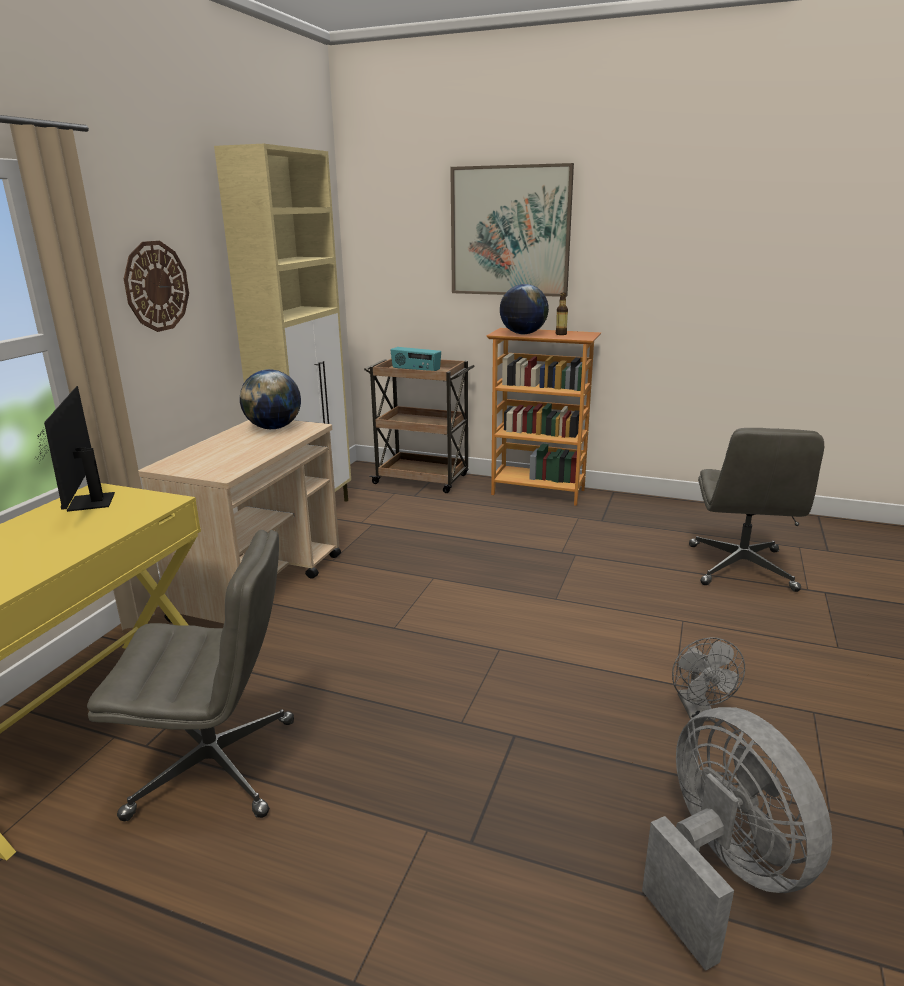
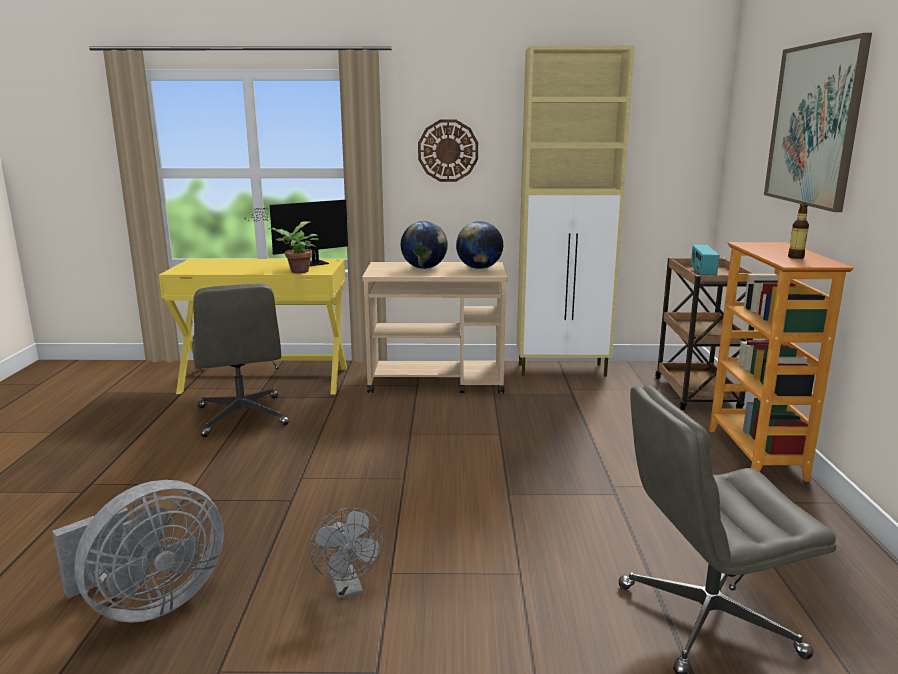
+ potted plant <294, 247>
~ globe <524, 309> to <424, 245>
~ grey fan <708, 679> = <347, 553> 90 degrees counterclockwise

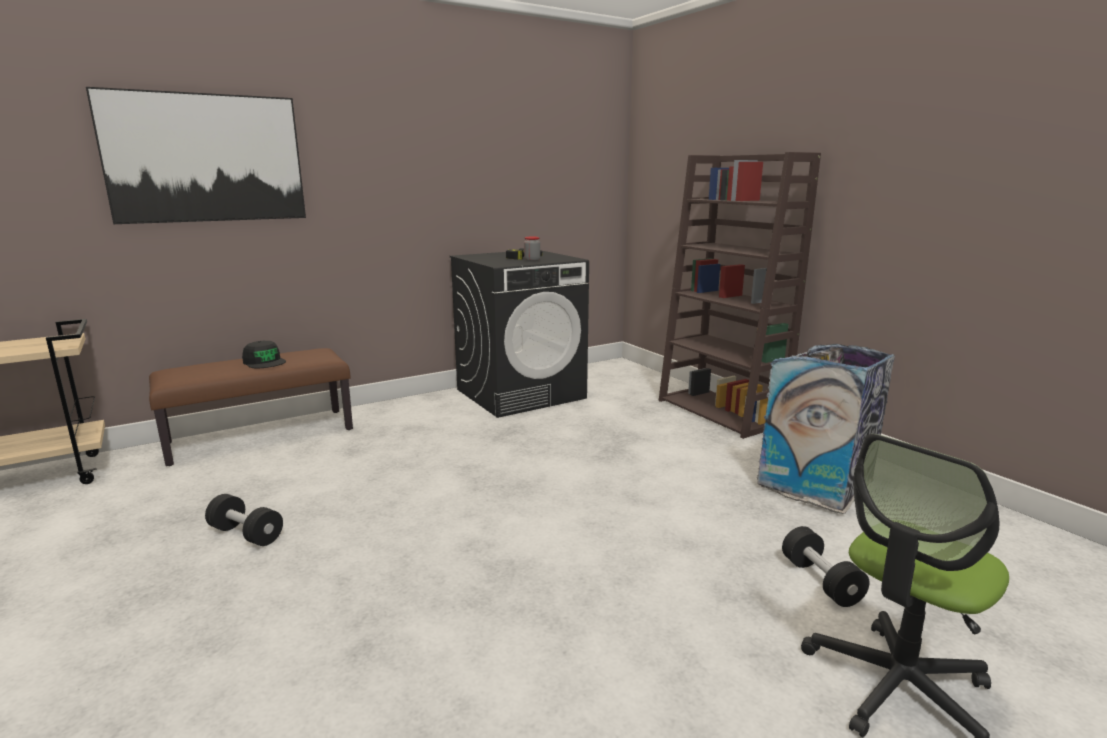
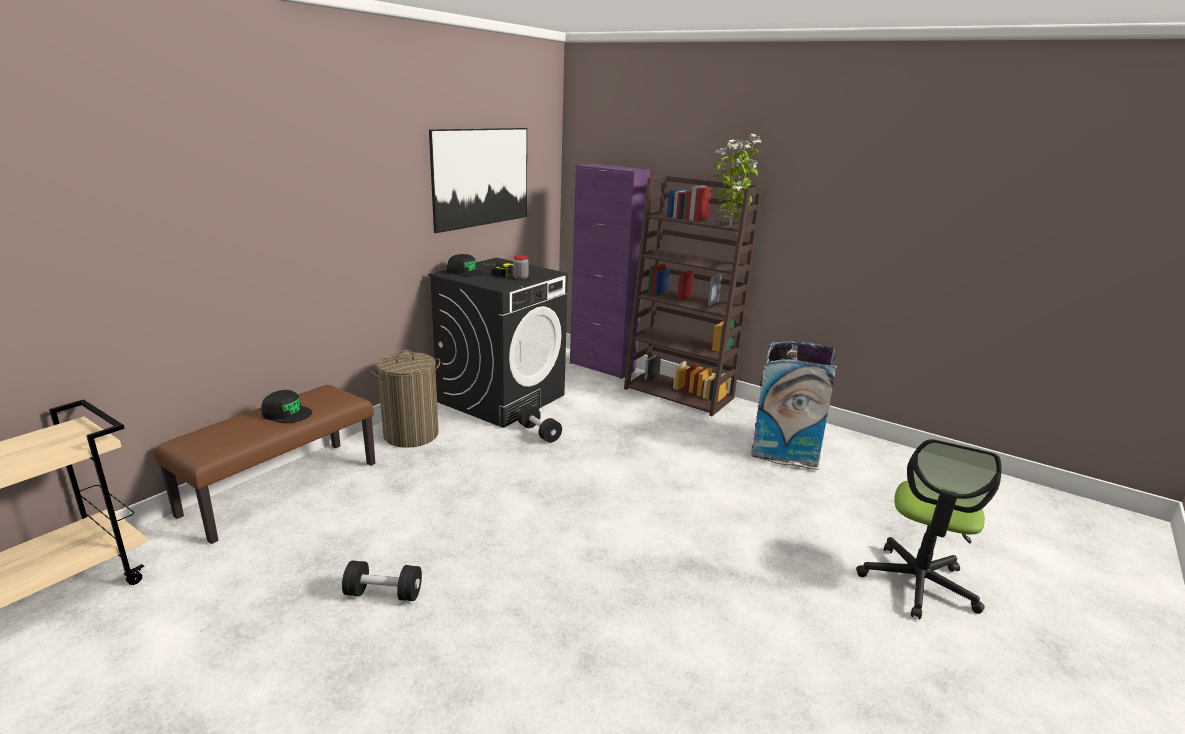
+ laundry basket <405, 399>
+ black cap <465, 265>
+ purple cabinet <610, 271>
+ potted plant <737, 180>
~ picture <196, 155> to <478, 180>
~ black dumbbell <825, 566> to <540, 424>

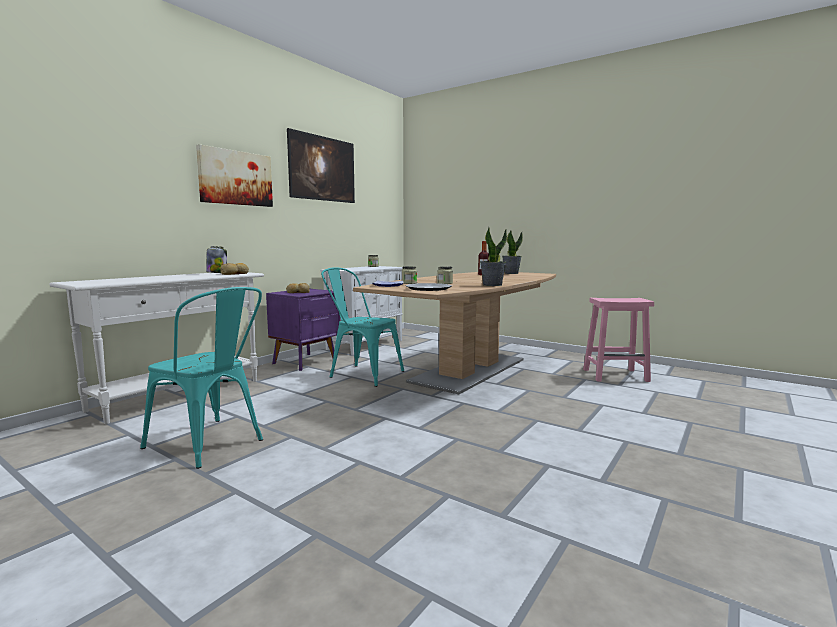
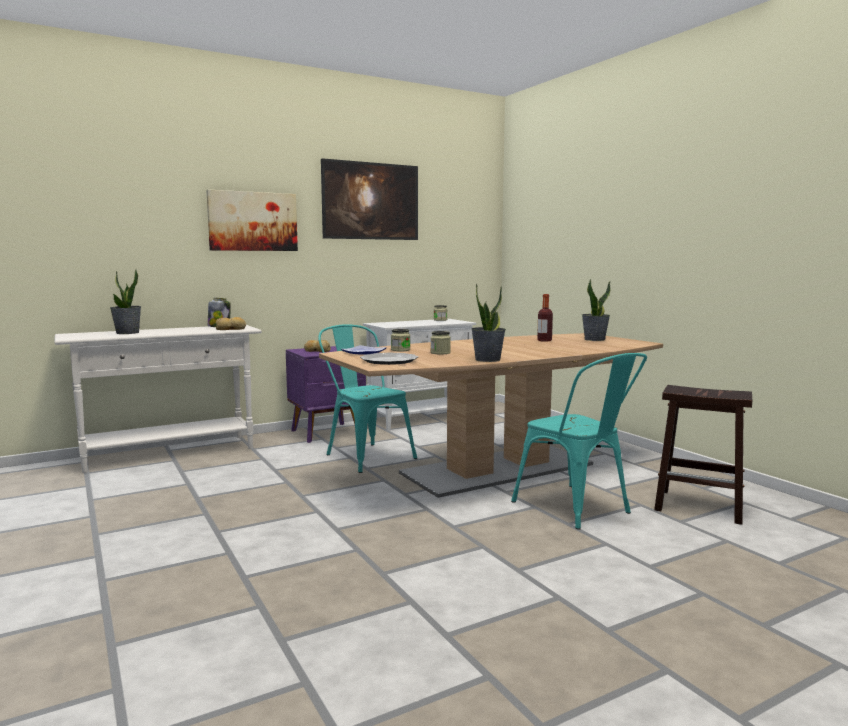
+ potted plant <125, 301>
~ turquoise chair <201, 378> to <579, 441>
~ pink stool <618, 340> to brown stool <703, 455>

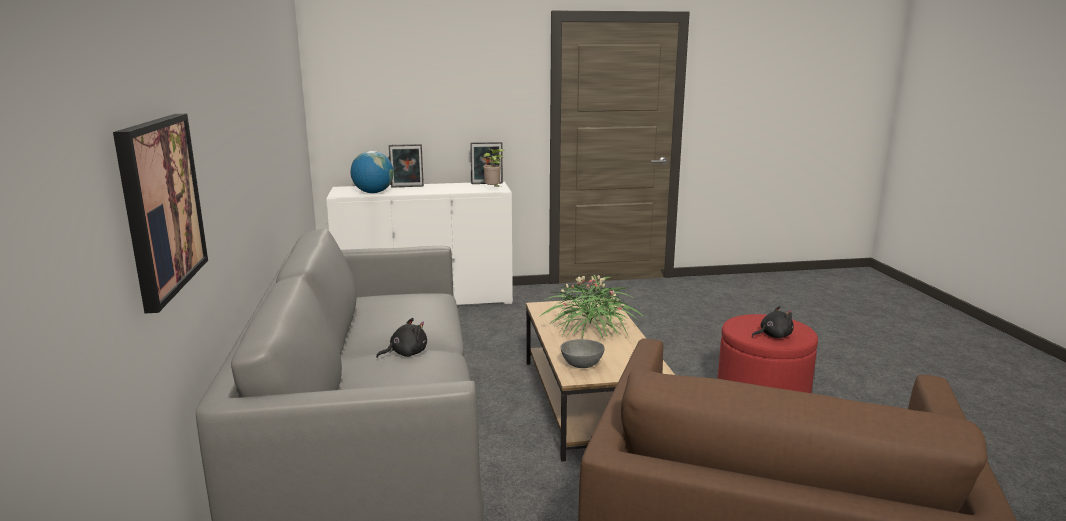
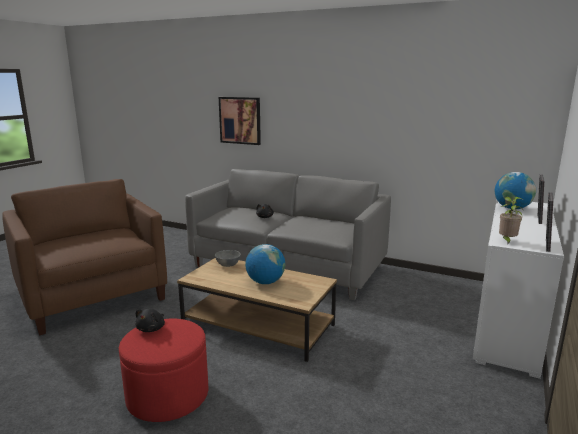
~ potted plant <592, 306> to globe <265, 264>

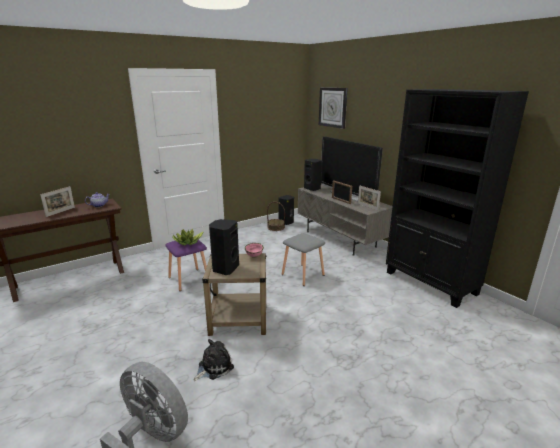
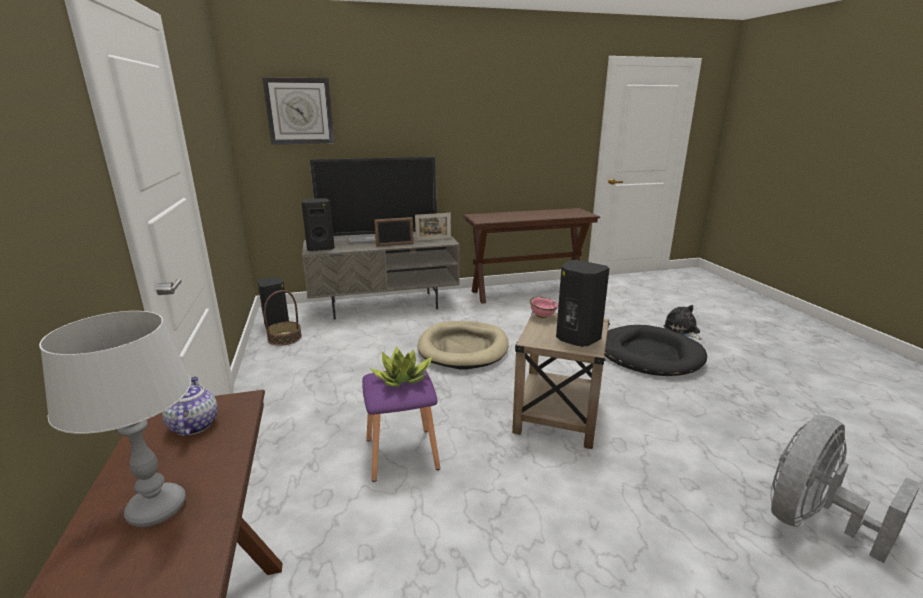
+ black dog bed <656, 350>
~ plush toy <213, 360> to <683, 322>
~ picture frame <57, 201> to grey table lamp <115, 419>
~ grey stool <303, 259> to beige dog bed <463, 345>
~ black bookcase <457, 198> to brown console table <531, 256>

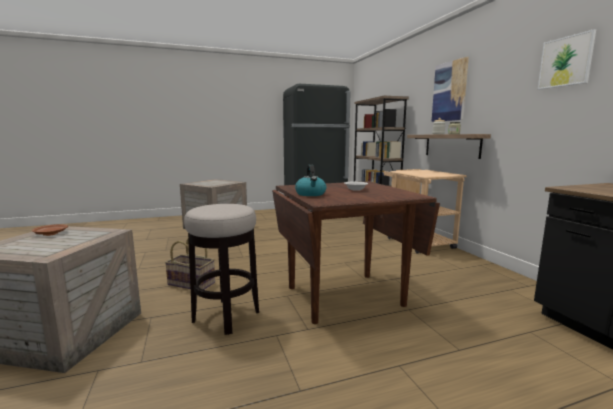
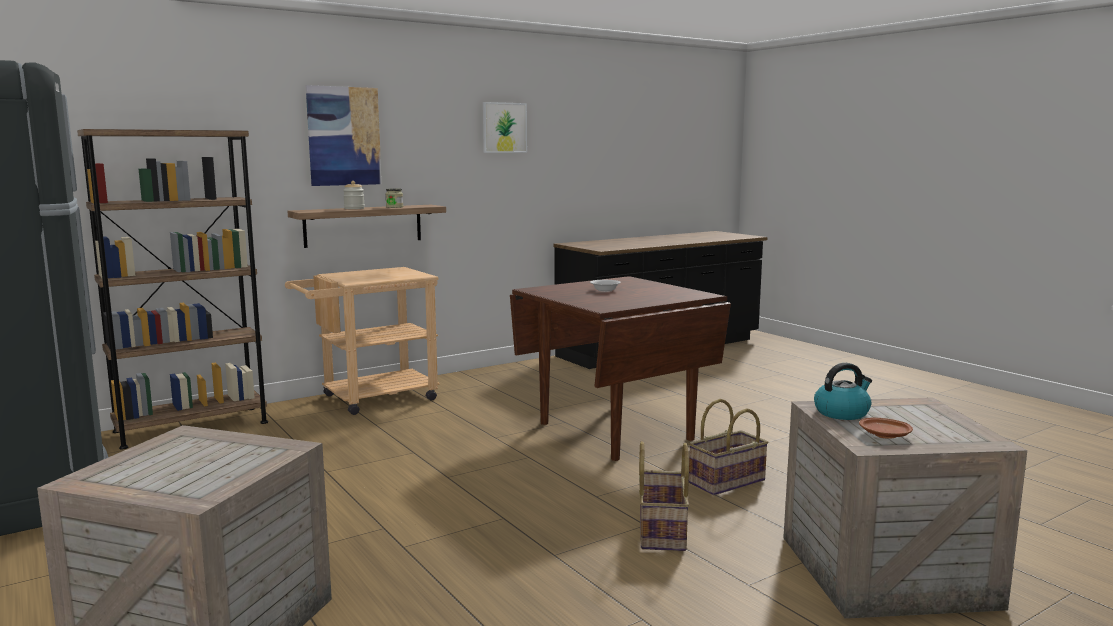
~ kettle <310, 180> to <843, 391>
~ stool <221, 269> to basket <728, 447>

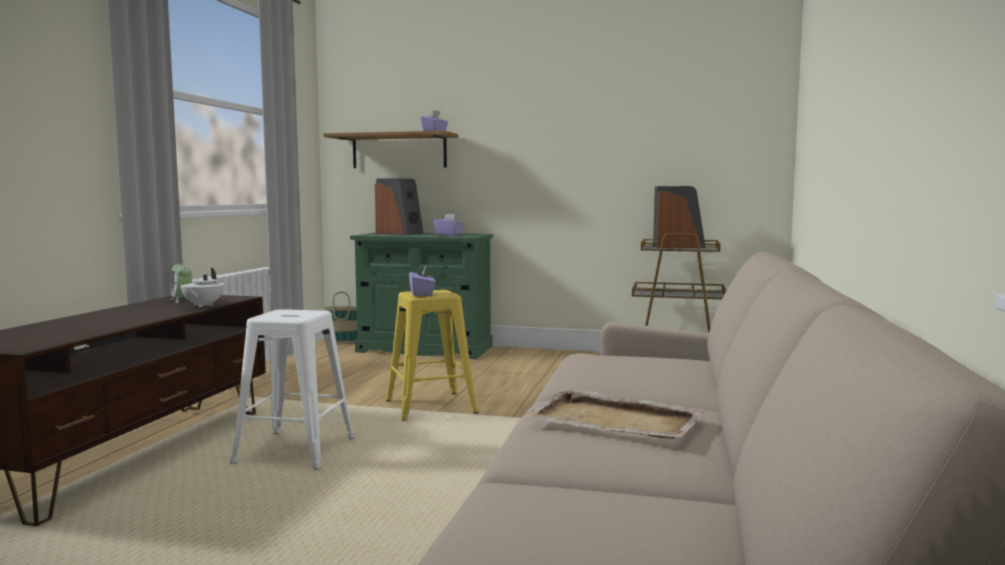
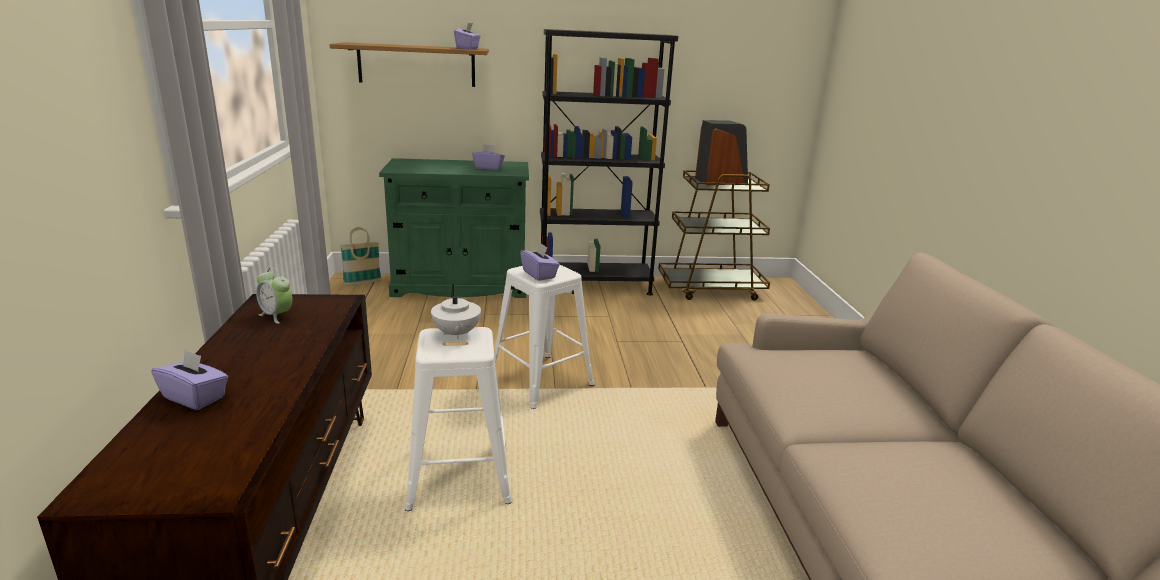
- speaker <399, 206>
- beige tray <615, 414>
+ purple tissue box <189, 380>
+ black bookcase <609, 162>
~ white teapot <203, 288> to <456, 311>
~ yellow stool <432, 355> to white stool <544, 337>

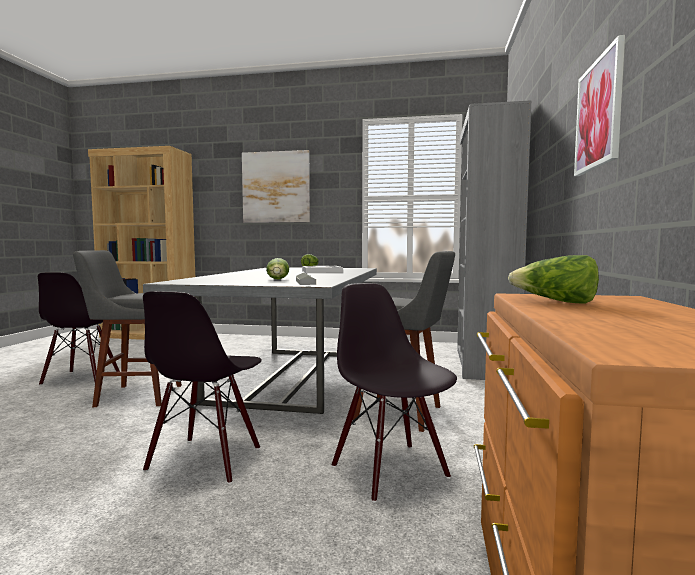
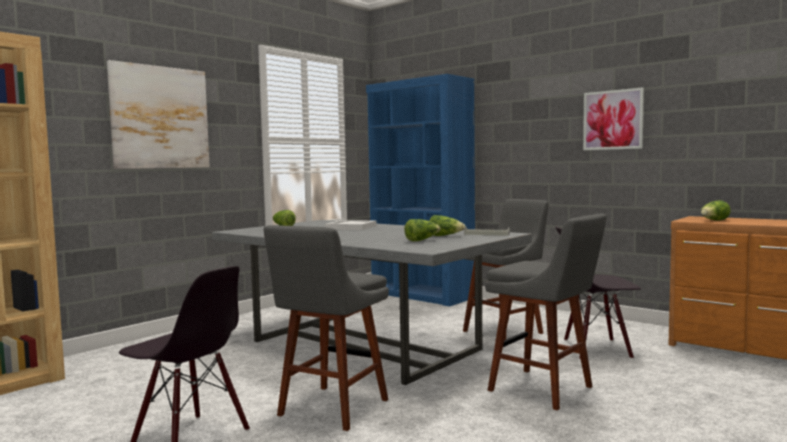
+ lettuce <422, 230>
~ black chair <202, 387> to grey stool <546, 311>
~ grey bookcase <494, 240> to blue bookcase <420, 190>

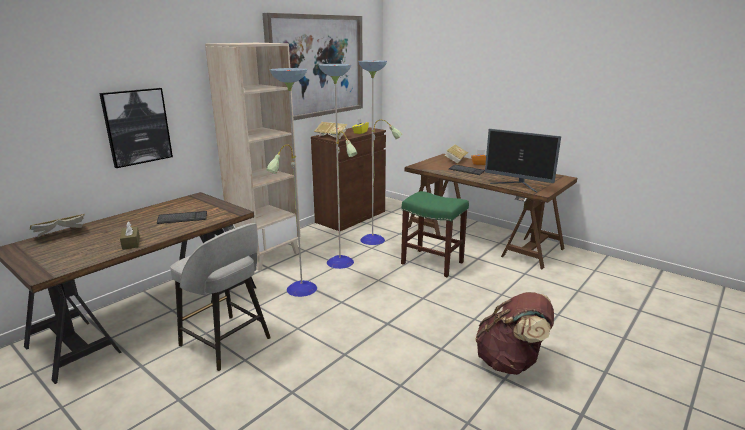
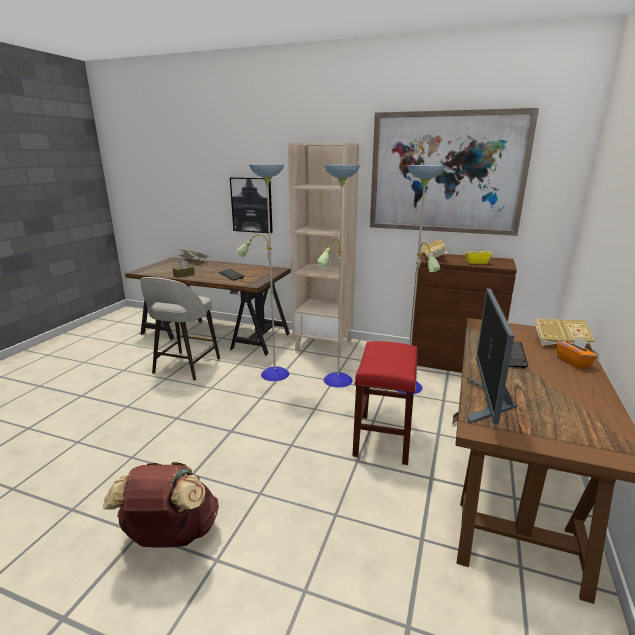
~ green stool <435, 234> to red stool <385, 403>

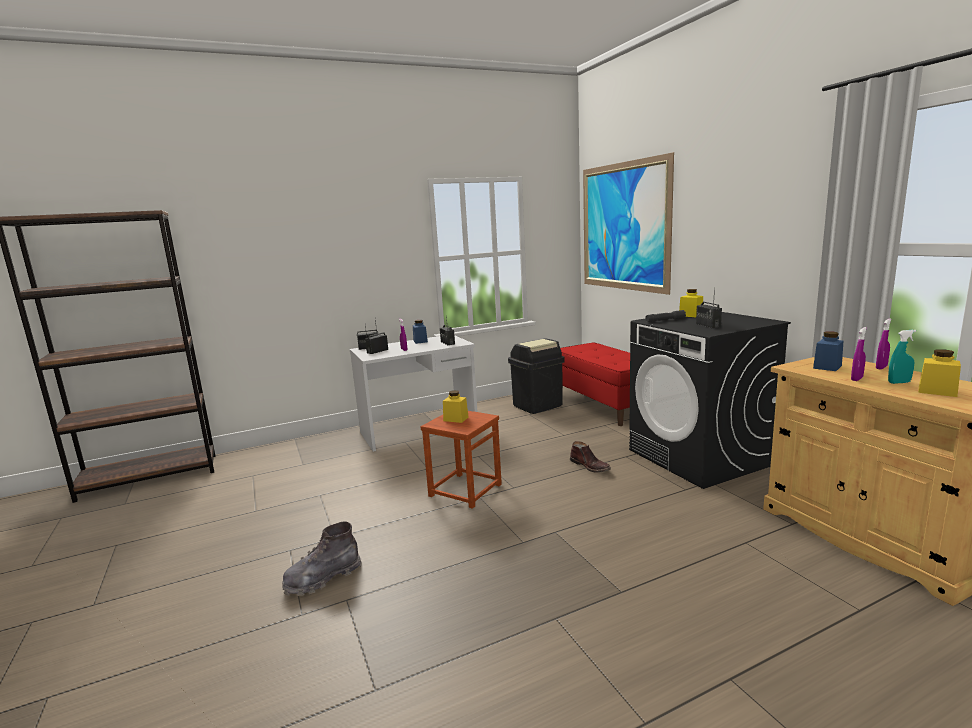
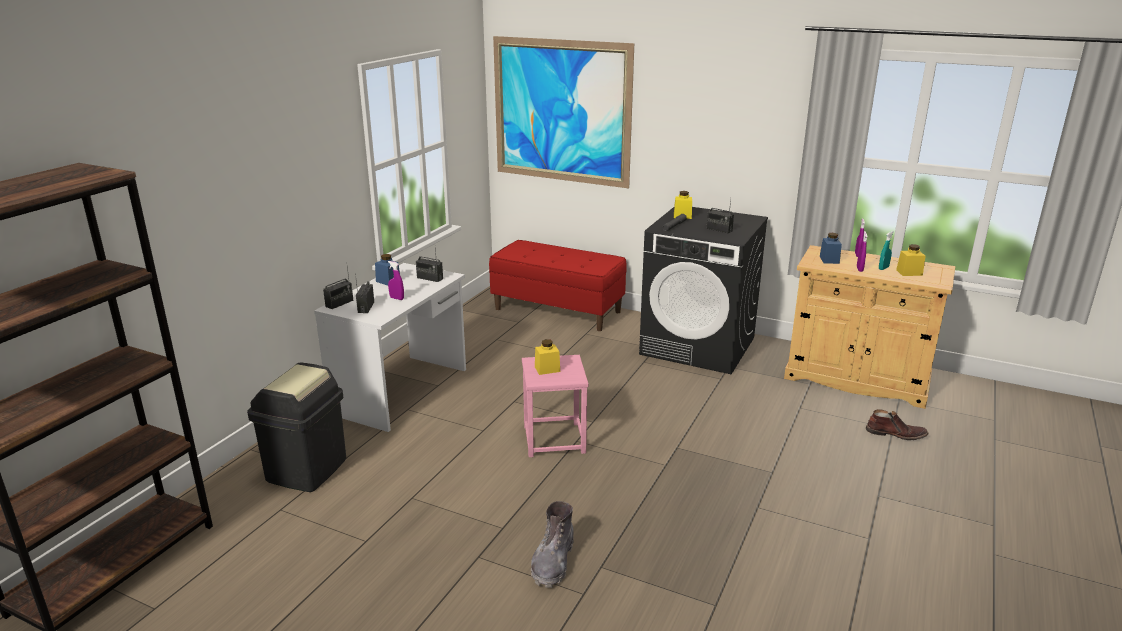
~ black trash can <536, 376> to <296, 427>
~ brown boot <590, 457> to <897, 424>
~ brown stool <461, 460> to pink stool <555, 406>

